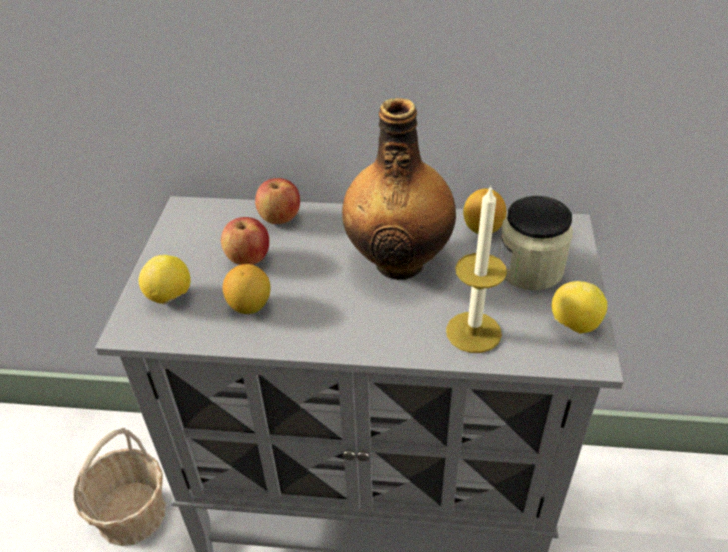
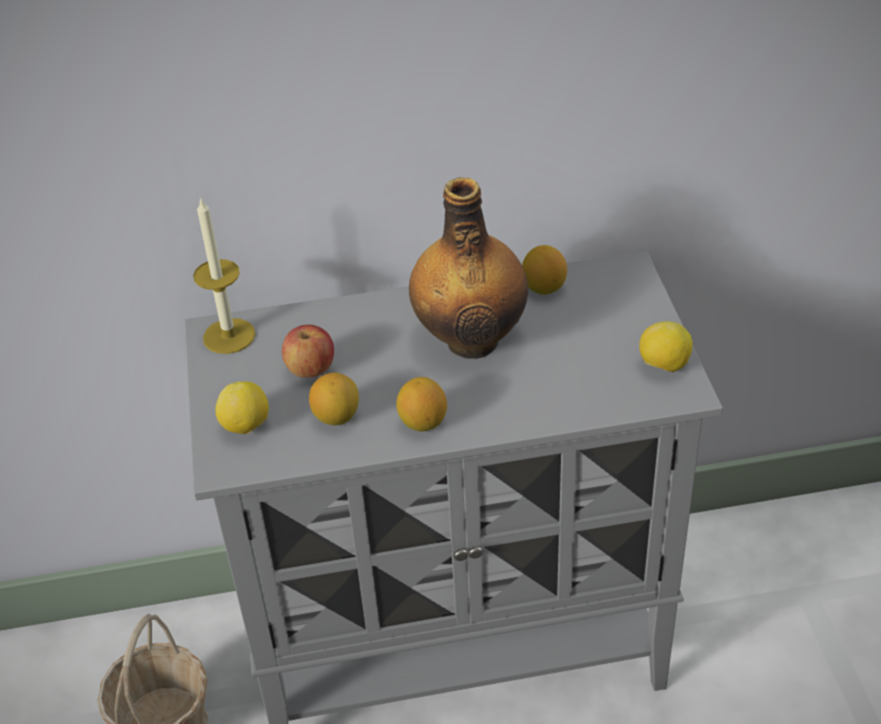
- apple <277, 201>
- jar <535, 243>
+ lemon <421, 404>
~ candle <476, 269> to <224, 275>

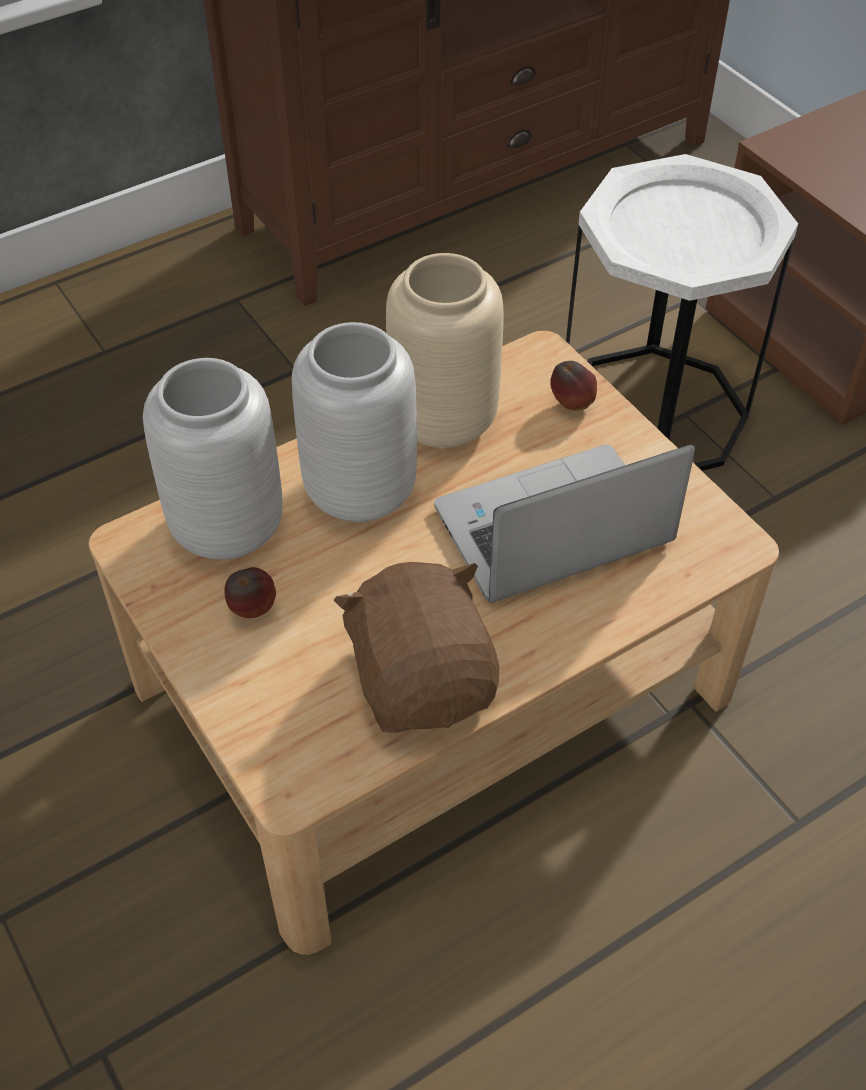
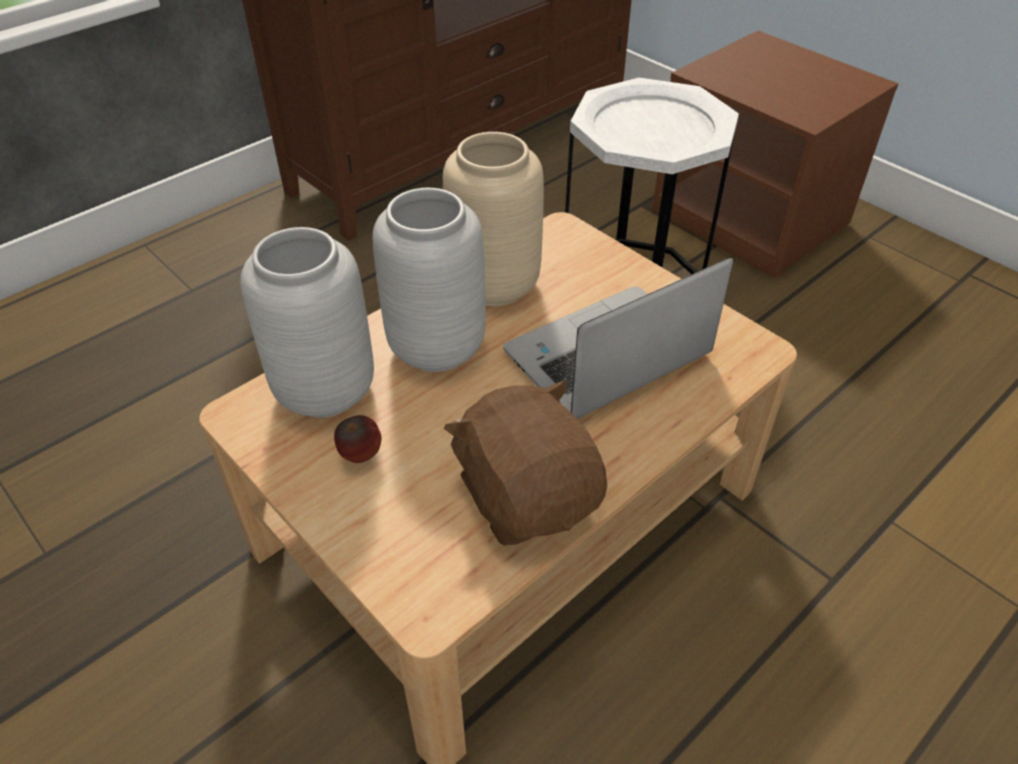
- apple <573, 386>

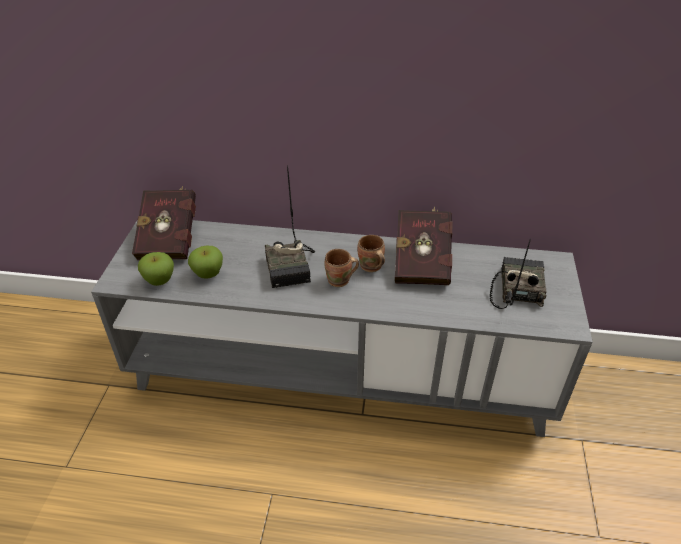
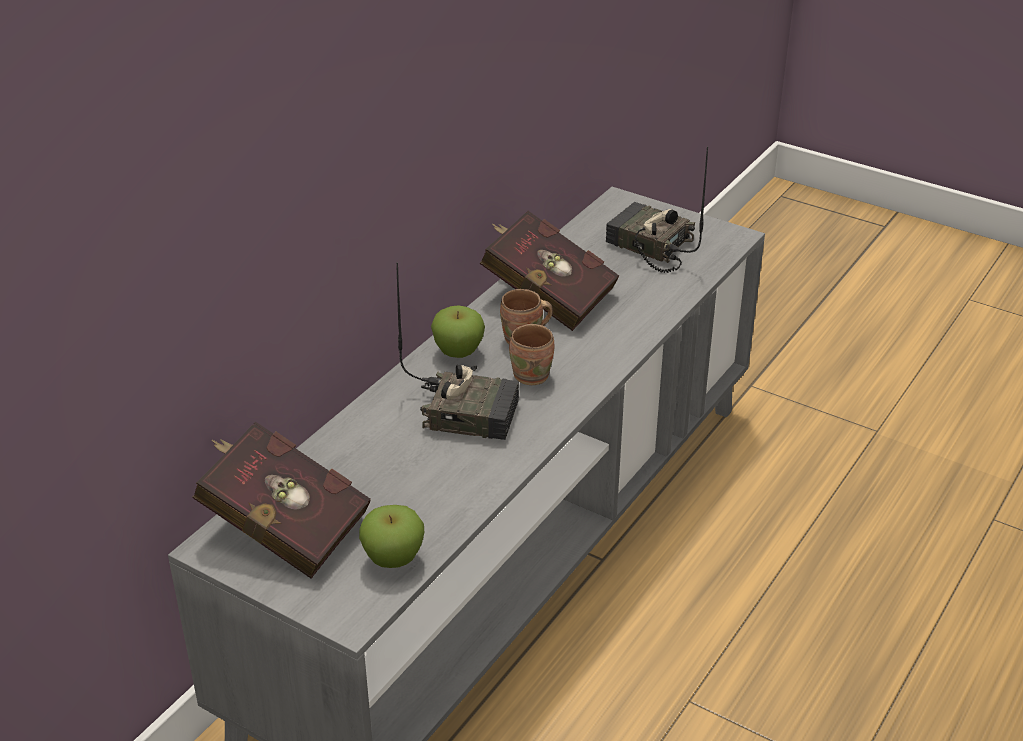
~ apple <205, 262> to <458, 331>

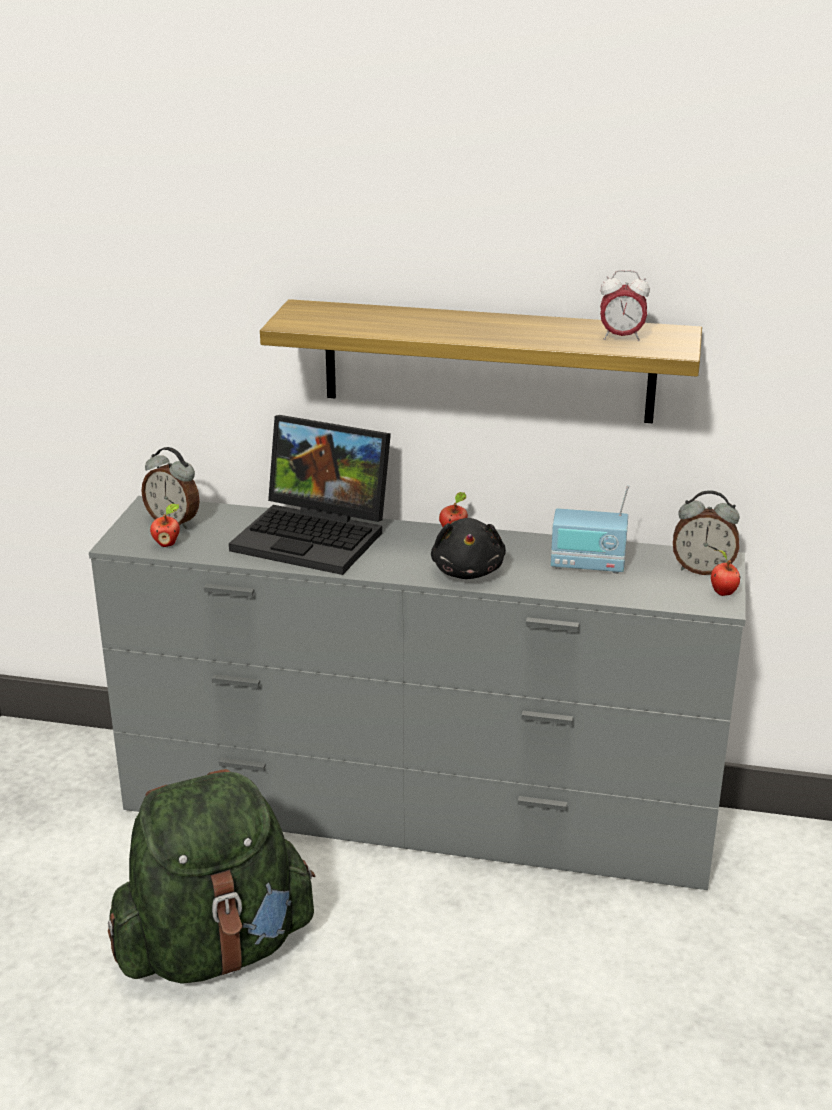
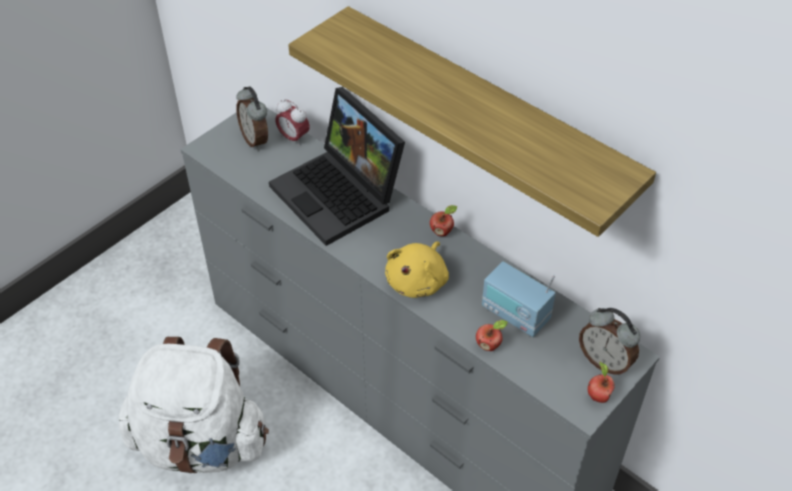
~ apple <165, 525> to <492, 335>
~ alarm clock <625, 305> to <292, 122>
~ green backpack <212, 876> to white backpack <194, 405>
~ black plush toy <468, 548> to yellow plush toy <417, 269>

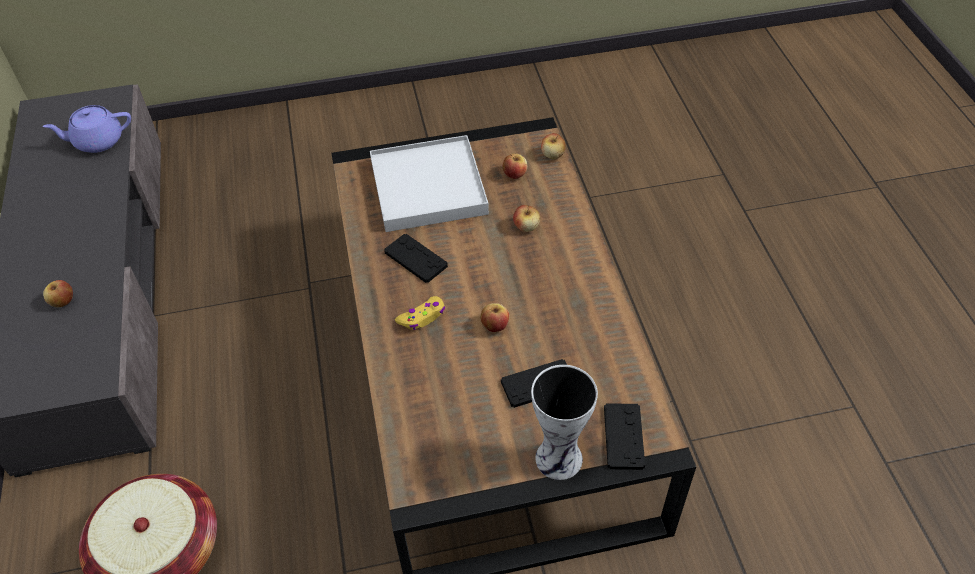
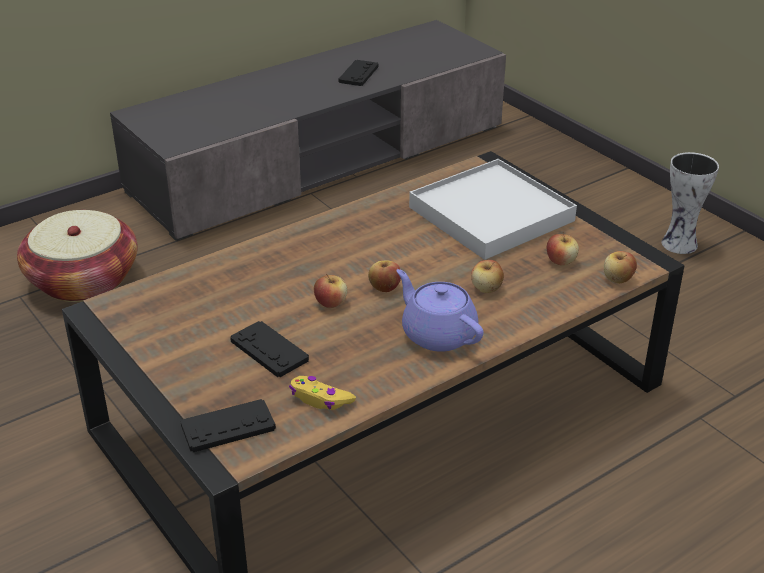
~ purple teapot <87, 129> to <439, 310>
~ apple <58, 293> to <384, 276>
~ black game controller <416, 258> to <359, 73>
~ yellow game controller <420, 313> to <322, 393>
~ vase <564, 422> to <690, 203>

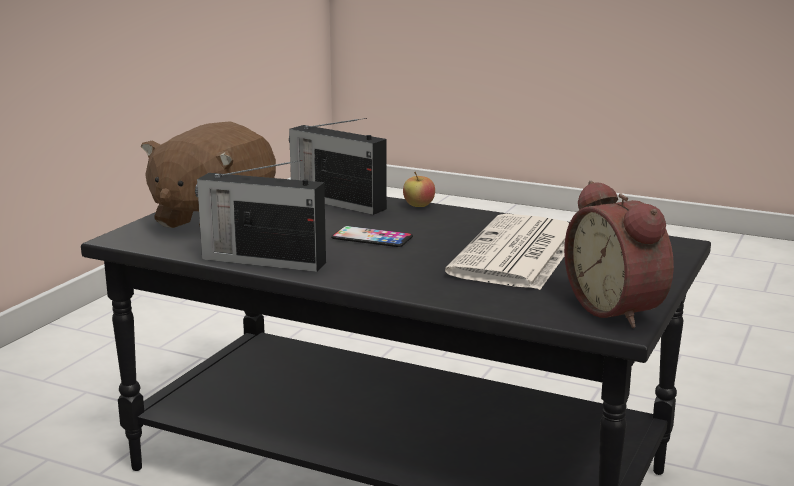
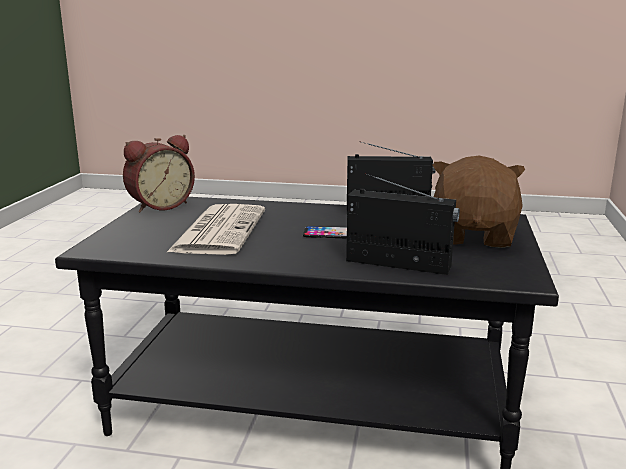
- apple <419, 189>
~ alarm clock <619, 254> = <159, 173> 90 degrees clockwise

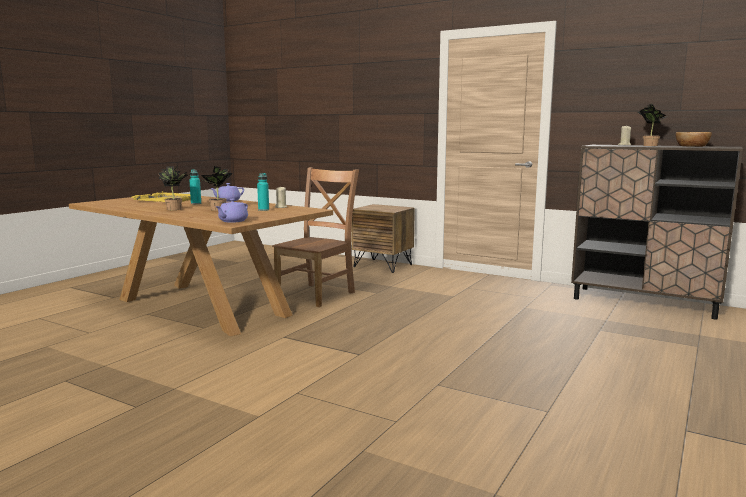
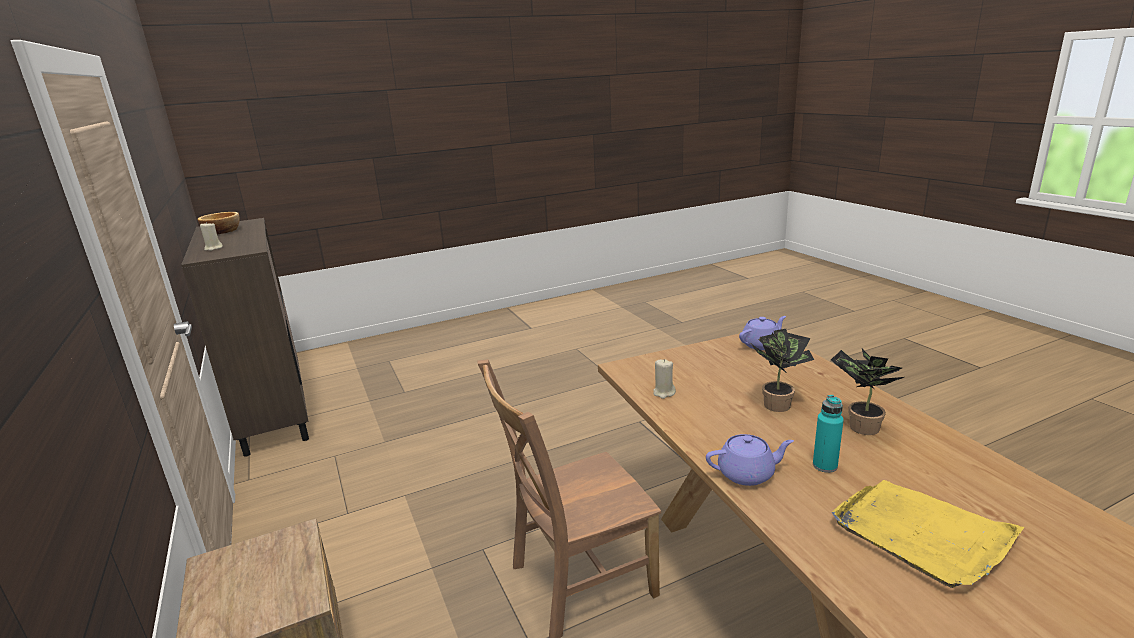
- turquoise bottle <263, 192>
- potted plant <653, 125>

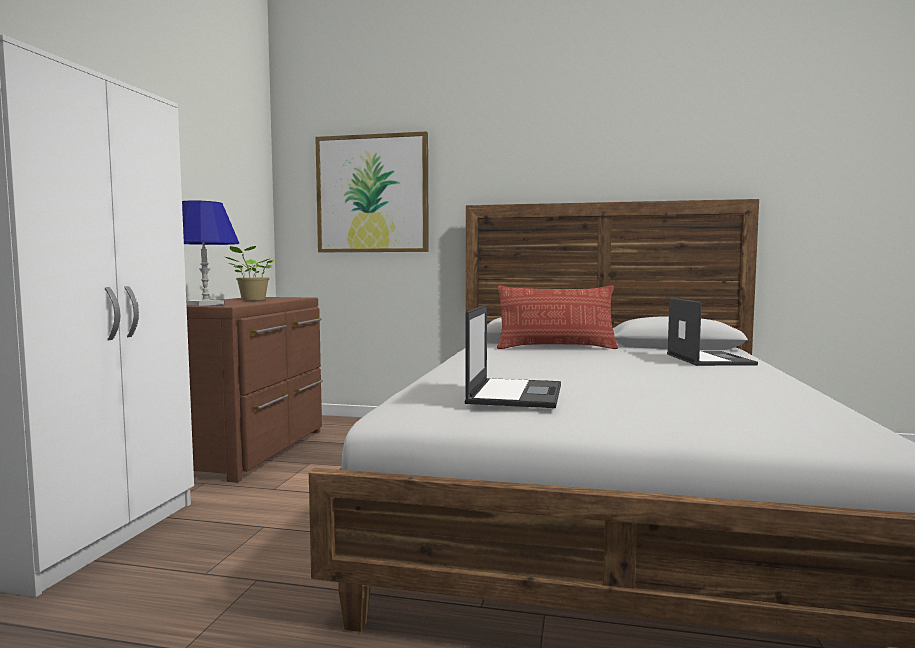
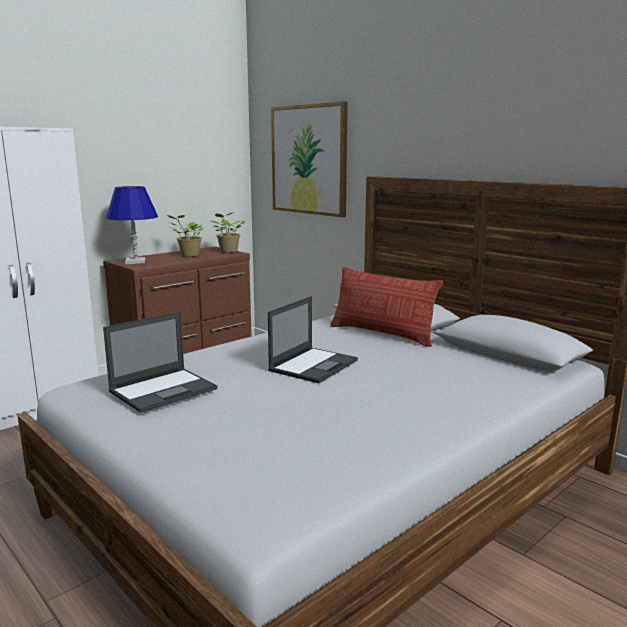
+ potted plant <228, 232>
~ laptop <712, 332> to <313, 339>

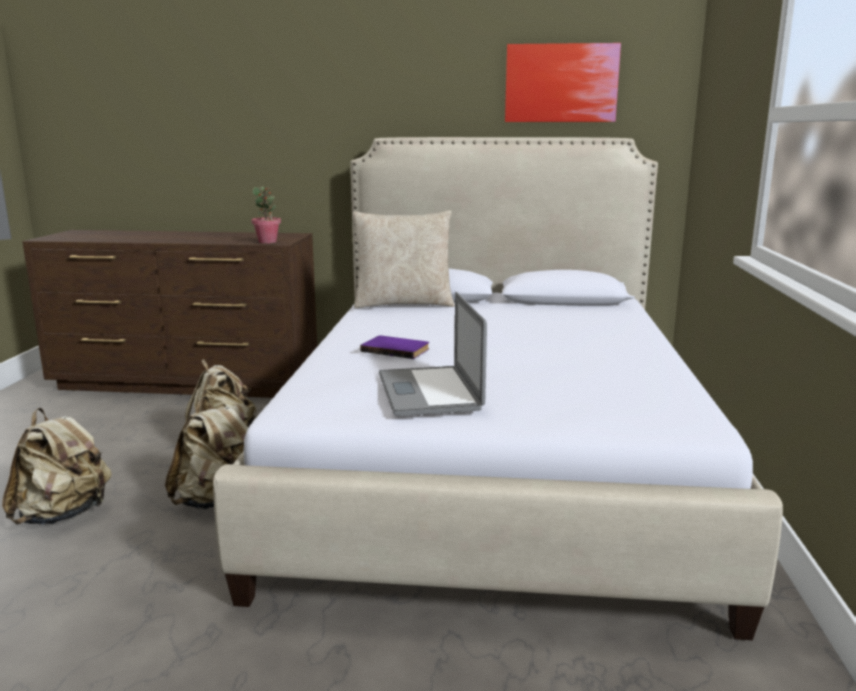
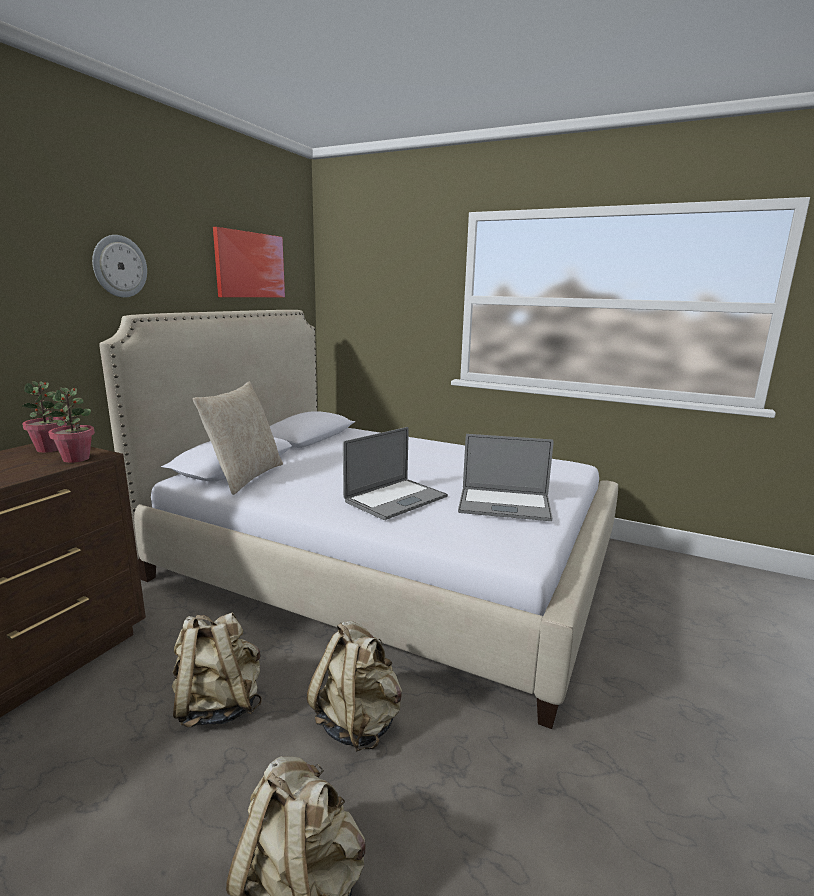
+ potted plant <44, 417>
+ wall clock <119, 266>
~ purple book <394, 347> to laptop <395, 473>

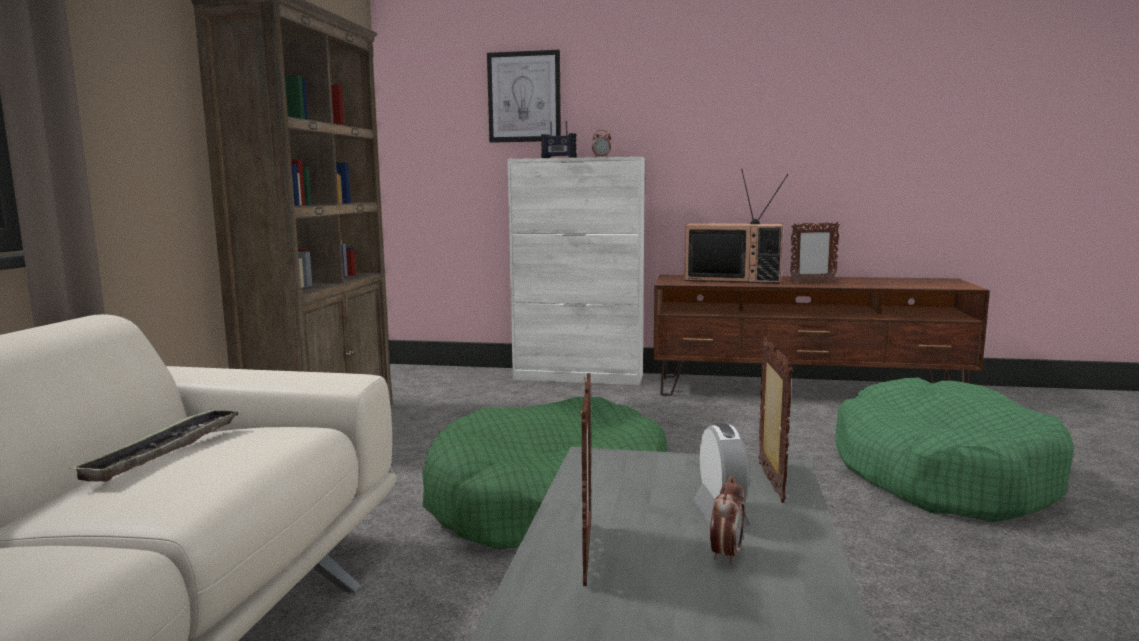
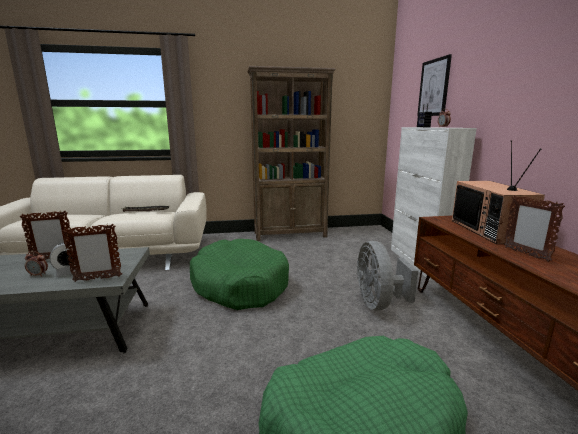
+ grey fan <387, 276>

